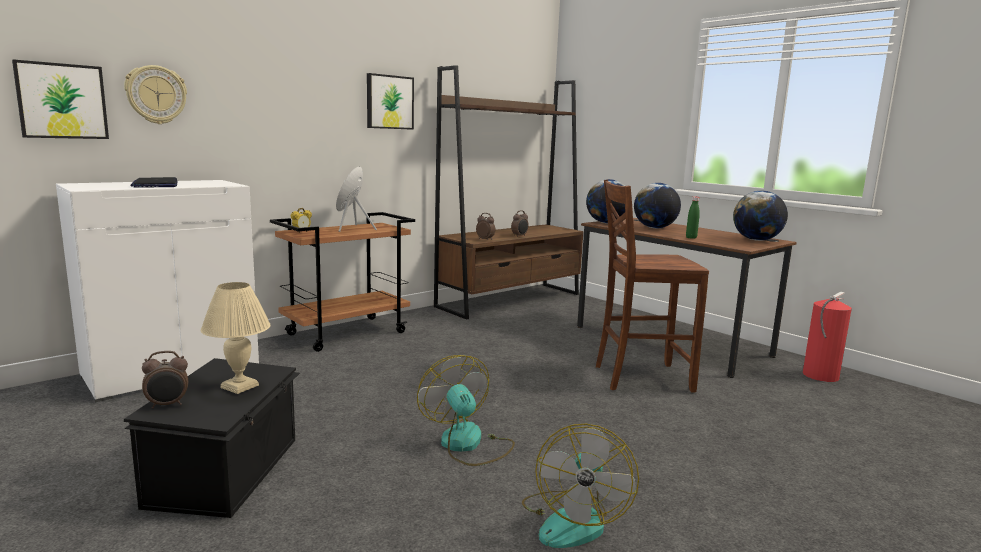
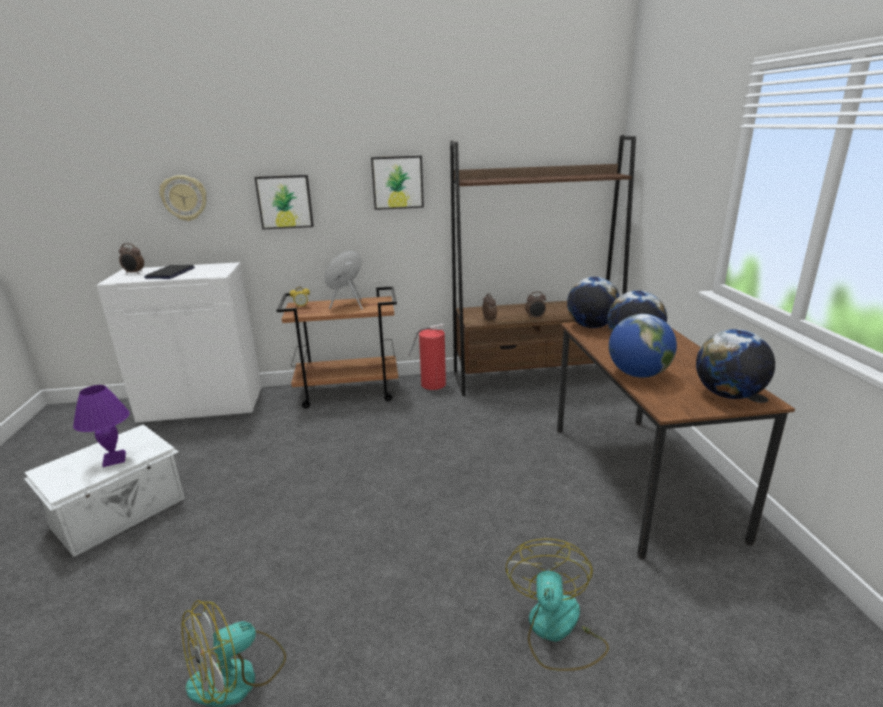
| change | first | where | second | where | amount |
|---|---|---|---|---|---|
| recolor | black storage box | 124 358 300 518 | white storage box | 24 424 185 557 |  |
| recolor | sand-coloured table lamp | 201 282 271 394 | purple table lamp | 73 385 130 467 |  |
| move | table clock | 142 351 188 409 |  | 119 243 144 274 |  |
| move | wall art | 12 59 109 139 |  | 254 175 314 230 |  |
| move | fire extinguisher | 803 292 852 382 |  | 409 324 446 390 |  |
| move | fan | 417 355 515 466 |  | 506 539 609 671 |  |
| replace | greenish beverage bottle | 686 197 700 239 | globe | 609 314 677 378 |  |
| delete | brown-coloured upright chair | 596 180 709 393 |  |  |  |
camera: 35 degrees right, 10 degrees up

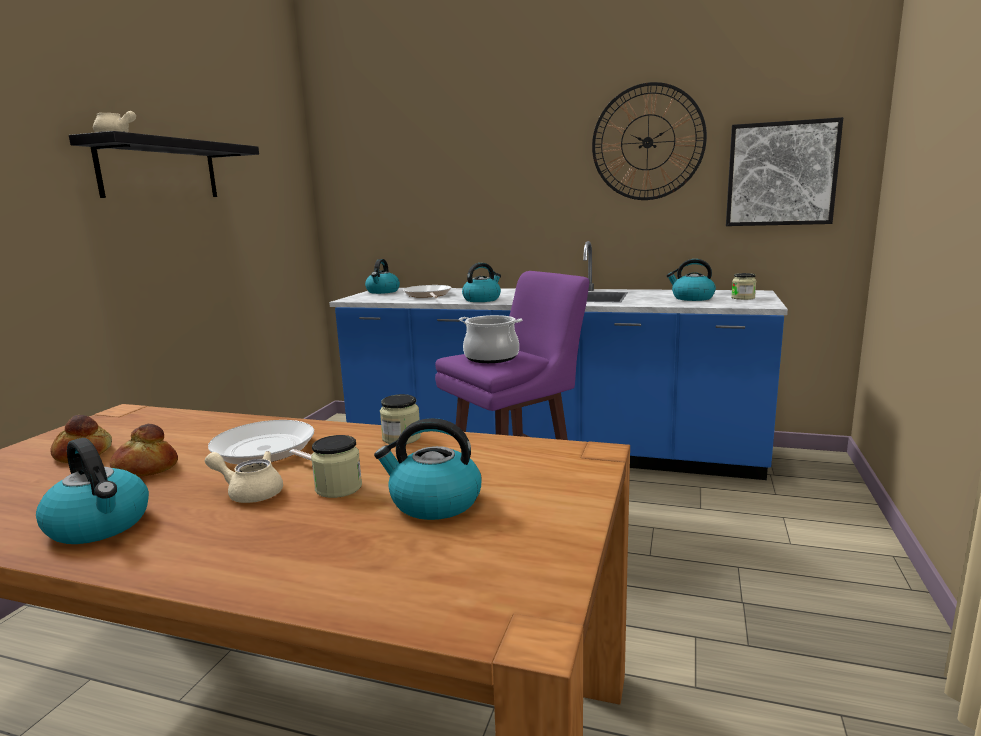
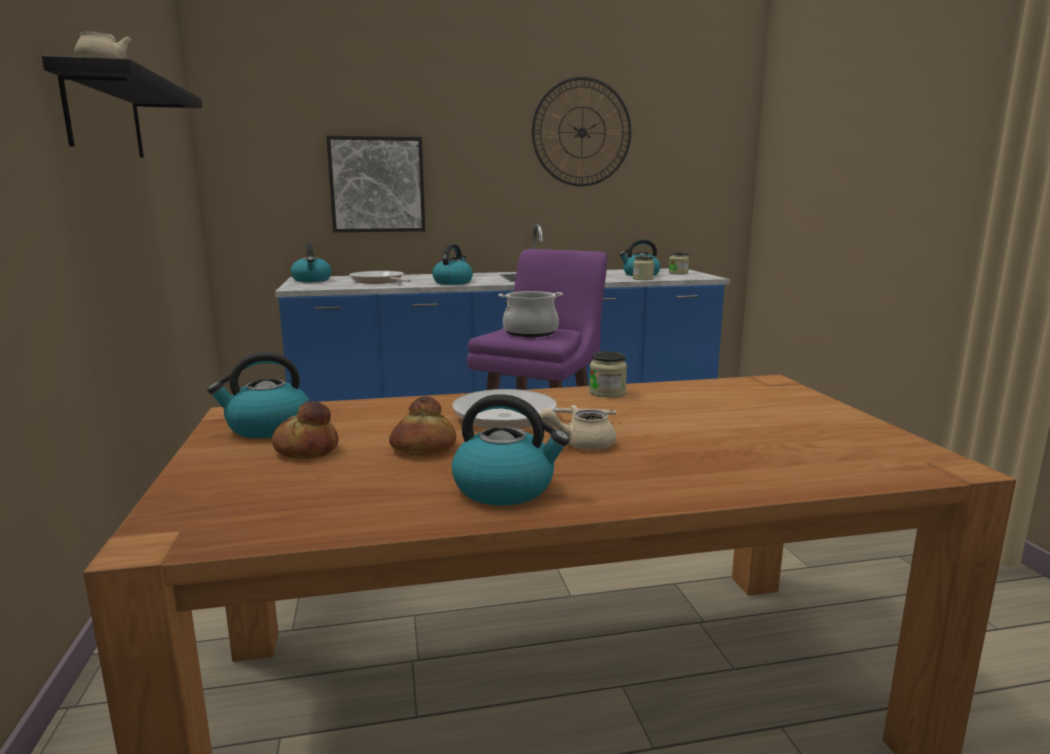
| change | first | where | second | where | amount |
|---|---|---|---|---|---|
| move | tea kettle | 374 418 482 520 |  | 207 352 309 438 |  |
| move | wall art | 726 117 843 226 |  | 326 136 425 232 |  |
| move | storage jar | 311 435 362 498 |  | 633 256 654 280 |  |
camera: 30 degrees left, 0 degrees up

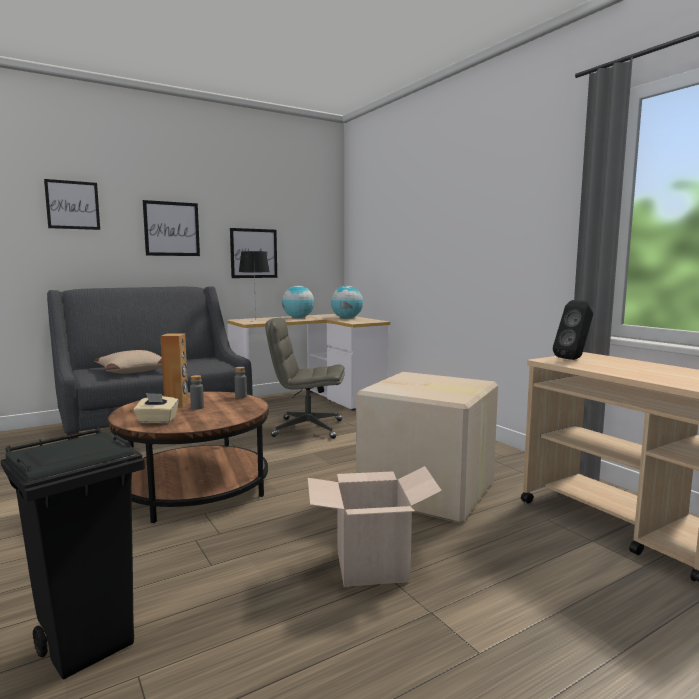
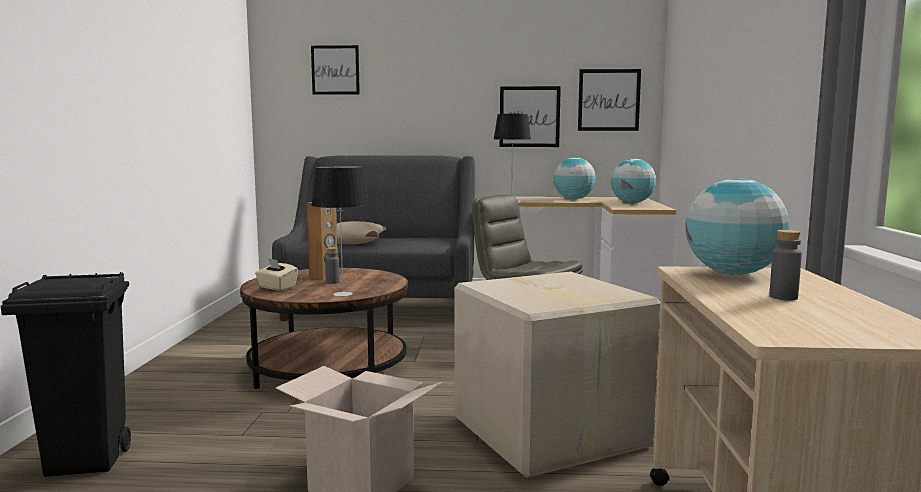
| change | first | where | second | where | amount |
|---|---|---|---|---|---|
| insert |  |  | table lamp | 311 166 369 297 |  |
| move | wall art | 143 200 200 256 |  | 578 69 641 131 |  |
| replace | black loudspeaker | 553 300 593 360 | globe | 685 178 789 275 |  |
| move | grey beverage bottle | 234 367 247 398 |  | 769 230 802 300 |  |
camera: 35 degrees right, 0 degrees up

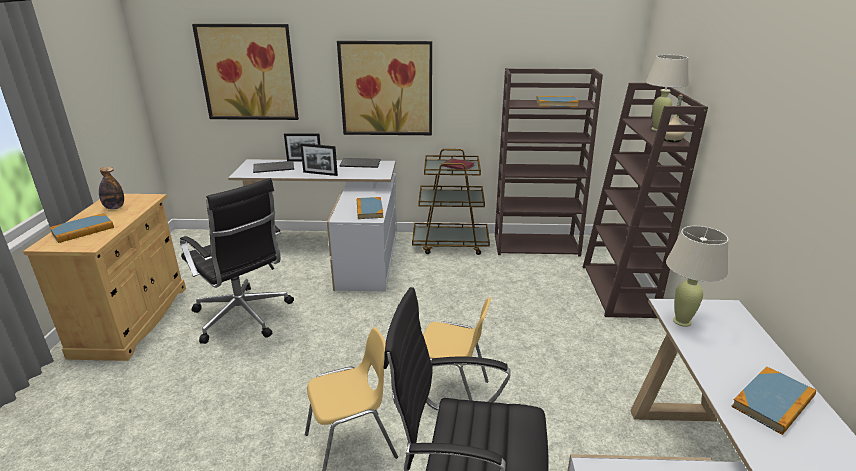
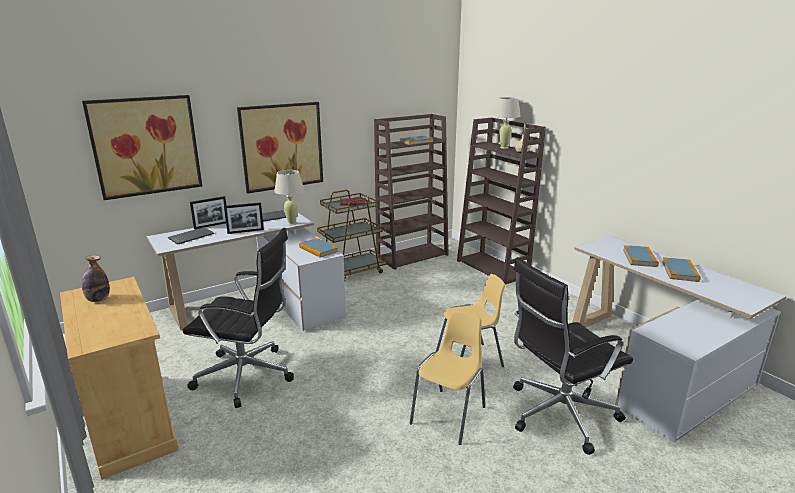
| change | first | where | second | where | amount |
|---|---|---|---|---|---|
| move | sand-coloured table lamp | 666 226 728 327 |  | 274 170 304 225 |  |
| move | volume | 49 213 114 243 |  | 623 245 659 267 |  |
camera: 35 degrees left, 5 degrees down

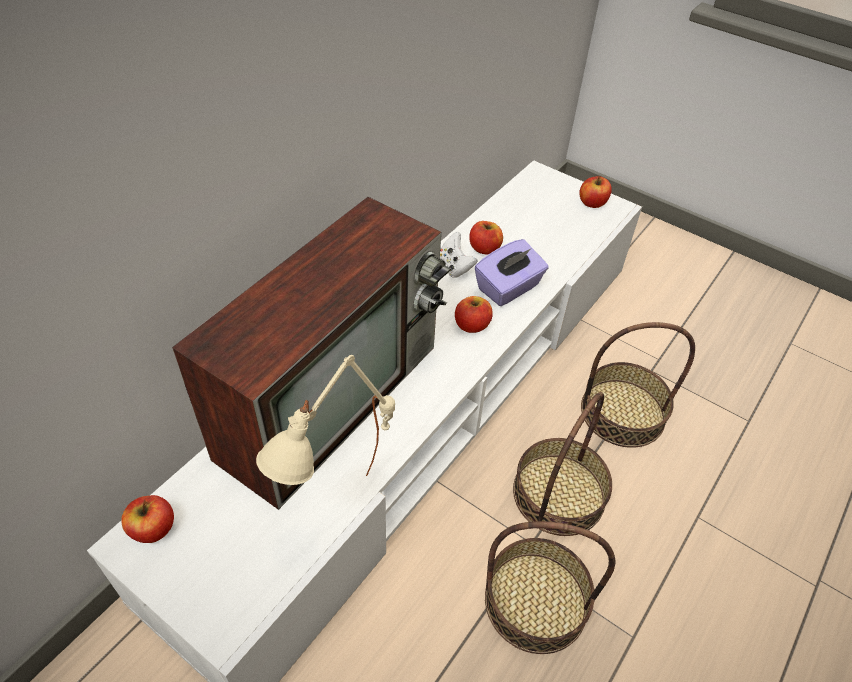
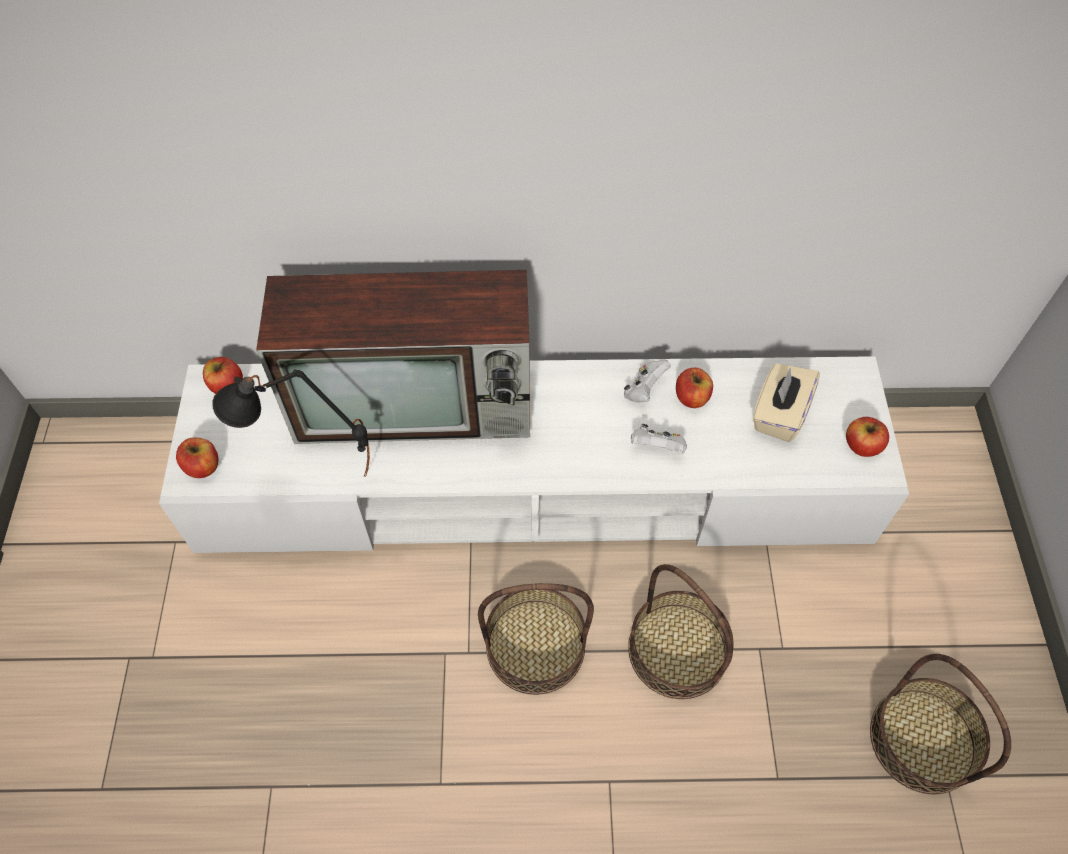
| change | first | where | second | where | amount |
|---|---|---|---|---|---|
| move | apple | 455 296 493 333 |  | 176 438 218 478 |  |
| recolor | sand-coloured table lamp | 256 355 395 485 | black table lamp | 213 369 370 477 |  |
| replace | purple tissue box | 475 239 549 306 | white gamepad | 631 424 687 453 |  |
| insert |  |  | sand-coloured tissue box | 753 363 820 442 |  |
| move | basket | 485 521 615 654 |  | 870 654 1011 794 |  |
camera: 55 degrees right, 10 degrees up

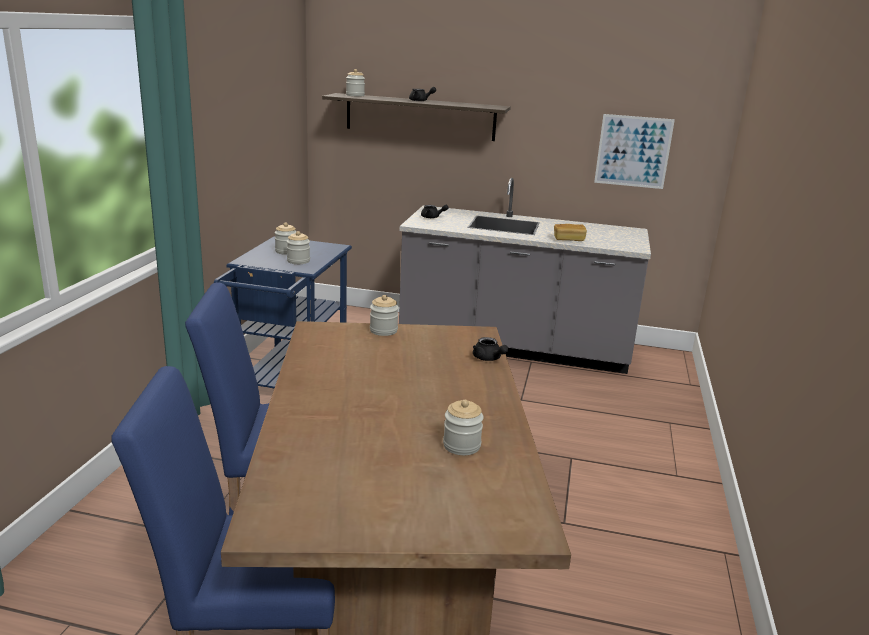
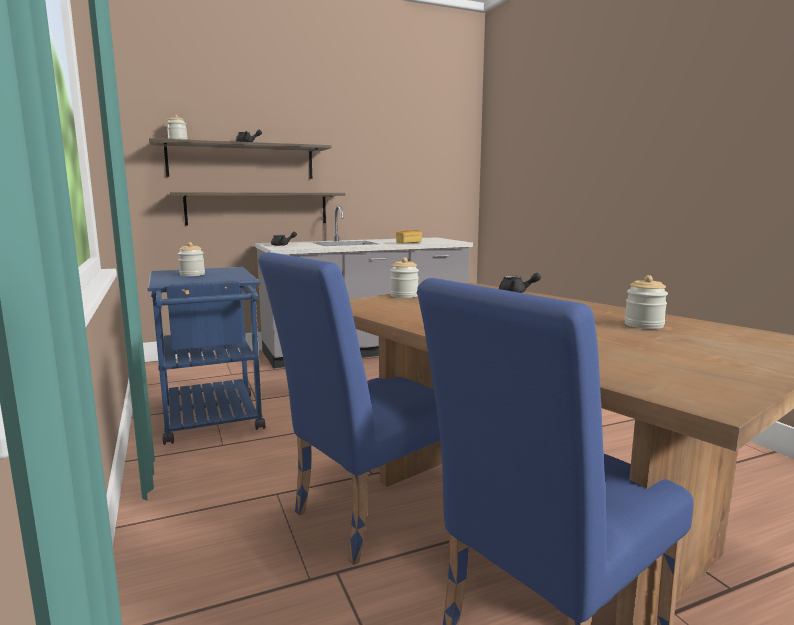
| change | first | where | second | where | amount |
|---|---|---|---|---|---|
| insert |  |  | shelf | 169 192 345 226 |  |
| delete | storage jar | 286 231 310 264 |  |  |  |
| delete | wall art | 594 114 675 189 |  |  |  |
camera: 35 degrees left, 10 degrees down

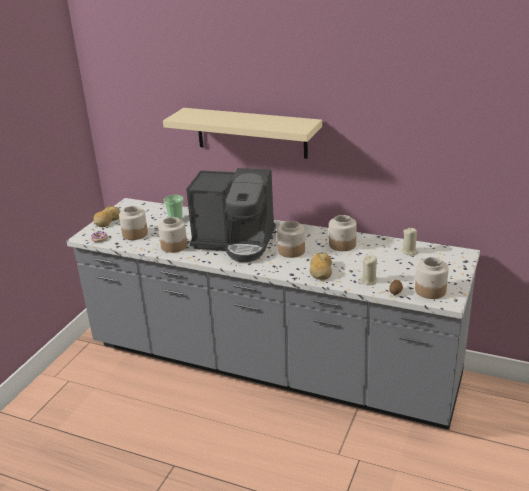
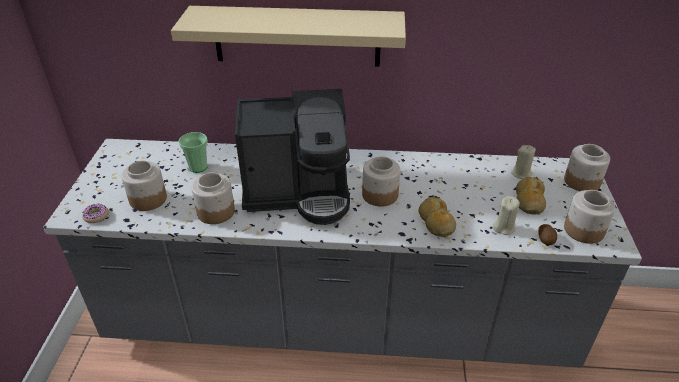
| change | first | where | second | where | amount |
|---|---|---|---|---|---|
| move | bakery bread | 93 206 121 227 |  | 516 177 546 215 |  |
| move | storage jar | 329 215 357 251 |  | 564 144 610 191 |  |
camera: 20 degrees left, 10 degrees up

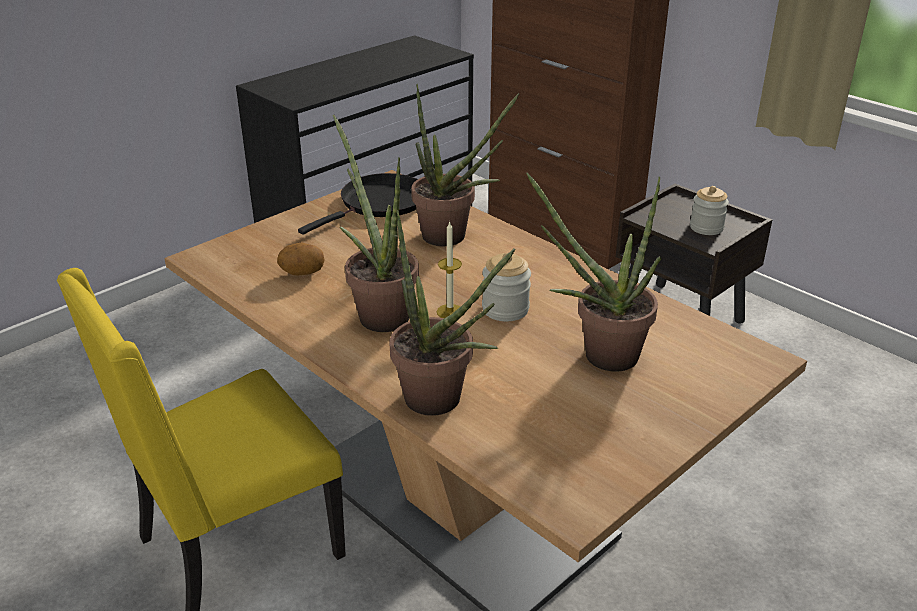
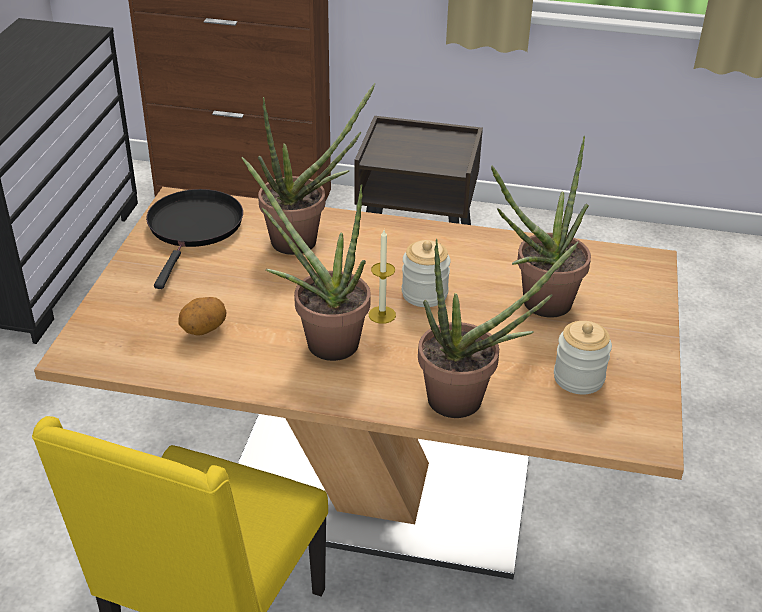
| change | first | where | second | where | amount |
|---|---|---|---|---|---|
| move | storage jar | 690 186 729 235 |  | 554 321 612 394 |  |
camera: 35 degrees left, 5 degrees up

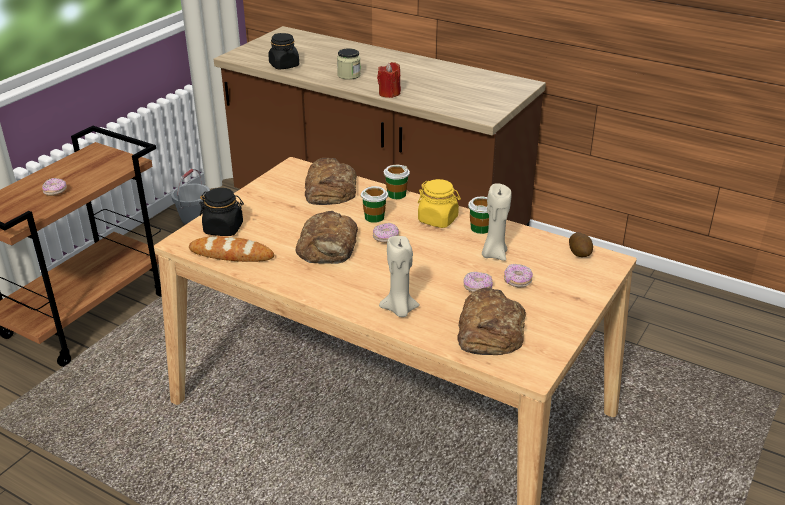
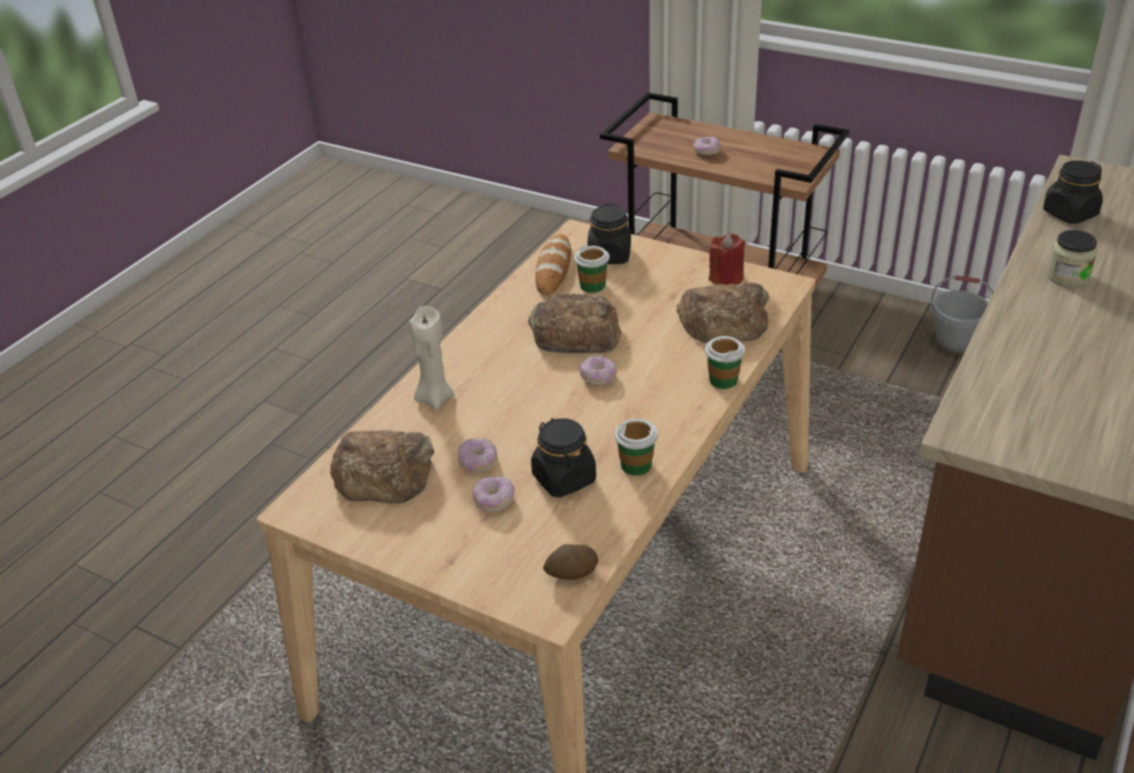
| change | first | where | second | where | amount |
|---|---|---|---|---|---|
| replace | sand-coloured wax light | 482 183 512 261 | black storage jar | 531 418 596 497 |  |
| move | small cup | 361 186 388 223 |  | 574 245 609 293 |  |
| move | red wax light | 377 62 401 98 |  | 709 233 745 285 |  |
| delete | yellow storage jar | 418 179 461 228 |  |  |  |
camera: 90 degrees right, 5 degrees up

